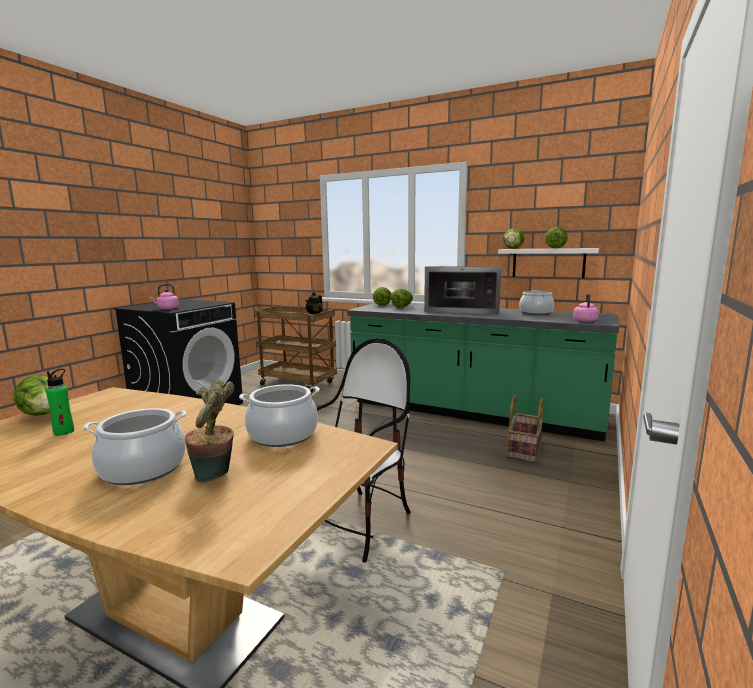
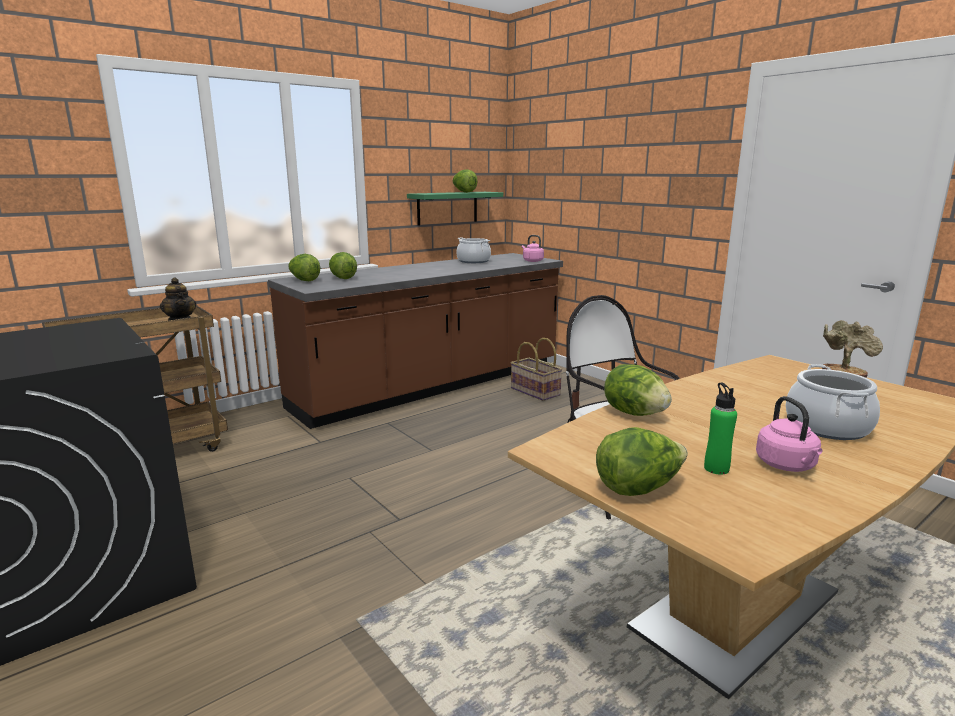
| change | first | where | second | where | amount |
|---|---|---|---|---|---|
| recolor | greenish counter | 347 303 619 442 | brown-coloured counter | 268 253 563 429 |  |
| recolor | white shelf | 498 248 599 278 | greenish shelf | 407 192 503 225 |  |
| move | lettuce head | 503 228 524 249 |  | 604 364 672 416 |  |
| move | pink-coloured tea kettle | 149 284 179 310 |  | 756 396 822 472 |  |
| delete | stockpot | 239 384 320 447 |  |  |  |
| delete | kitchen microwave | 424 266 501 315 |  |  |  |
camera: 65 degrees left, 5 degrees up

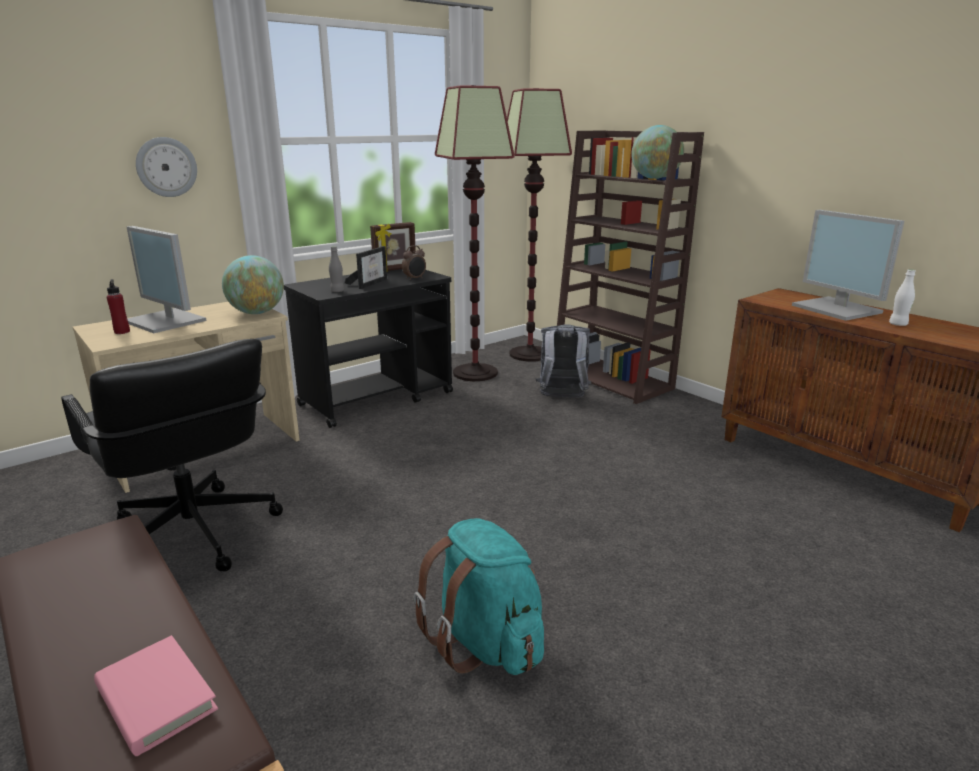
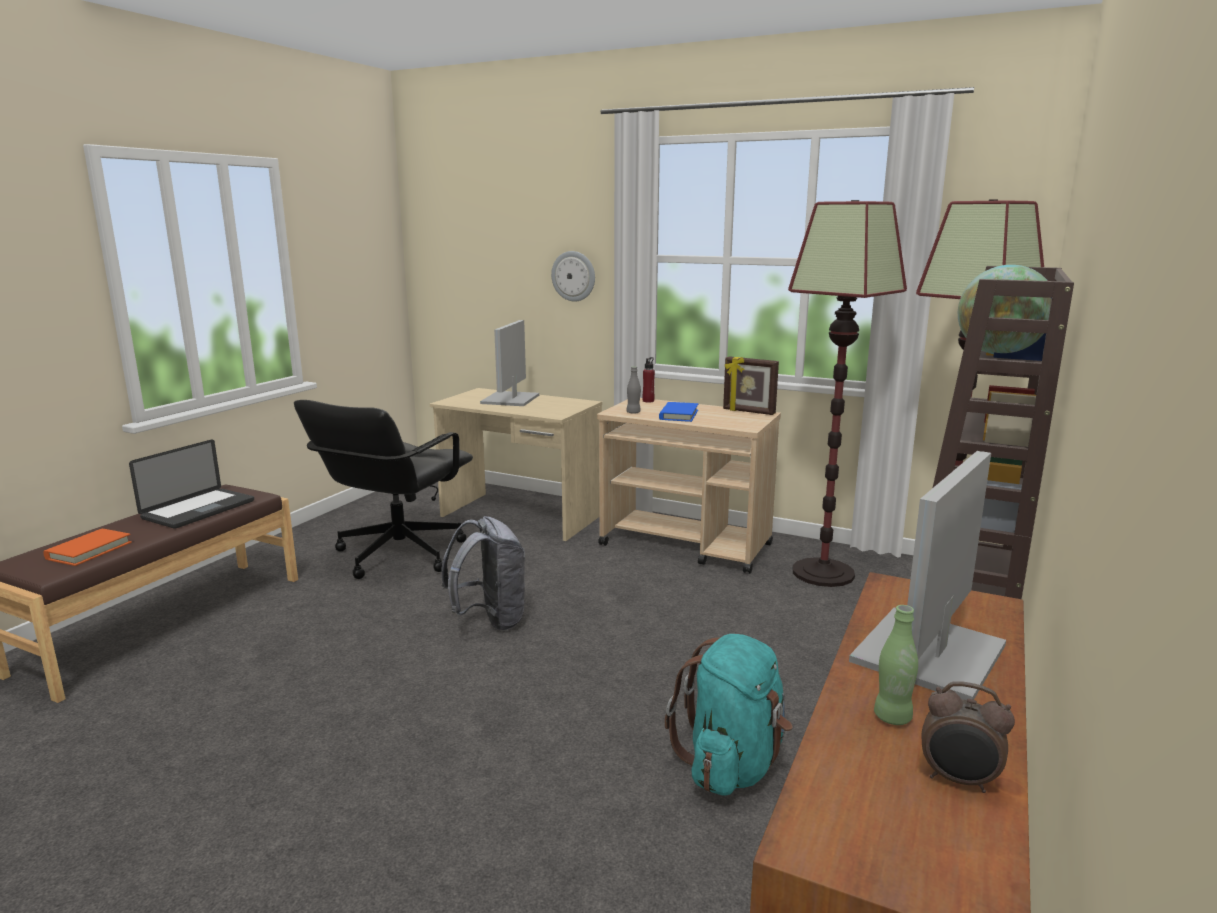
| change | first | where | second | where | amount |
|---|---|---|---|---|---|
| recolor | pink-coloured volume | 94 635 218 756 | orange volume | 43 529 132 566 |  |
| insert |  |  | portable computer | 129 439 254 529 |  |
| move | grey knapsack | 536 325 591 398 |  | 441 516 526 631 |  |
| recolor | black wheeled cart | 284 269 453 428 | sand-coloured wheeled cart | 597 398 781 574 |  |
| move | red beverage bottle | 107 279 130 334 |  | 642 357 655 402 |  |
| replace | picture frame | 345 246 387 289 | blue-coloured volume | 659 402 698 422 |  |
| move | blue-green knapsack | 413 518 544 675 |  | 665 634 793 796 |  |
| recolor | white beverage bottle | 889 269 916 326 | greenish beverage bottle | 874 605 918 725 |  |
| move | table clock | 402 245 426 280 |  | 921 681 1015 793 |  |
| delete | globe | 222 255 284 314 |  |  |  |
camera: 65 degrees right, 5 degrees down

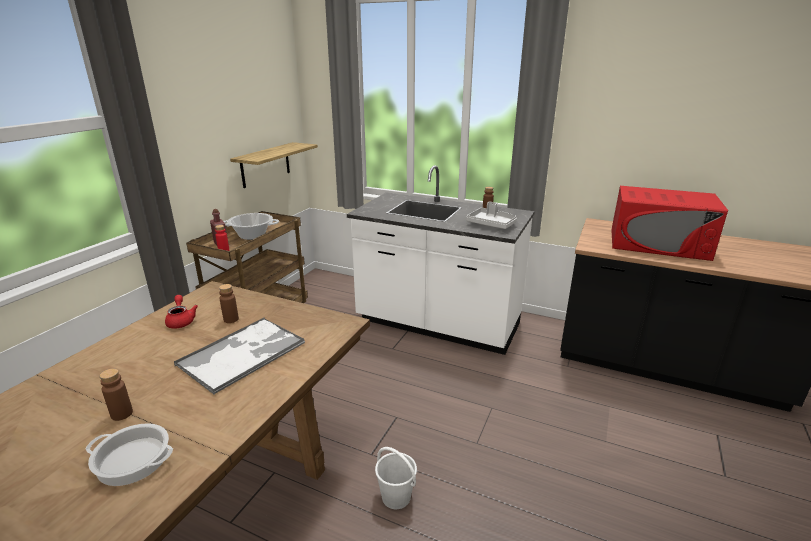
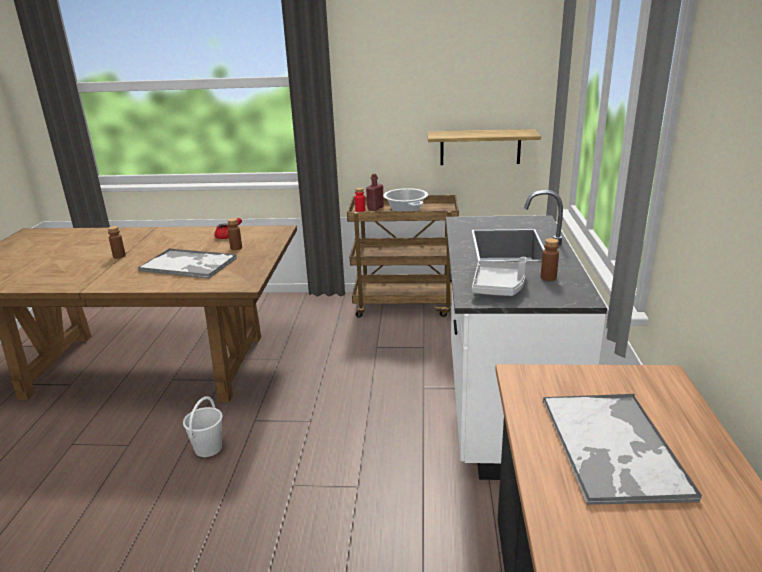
| change | first | where | second | where | amount |
|---|---|---|---|---|---|
| replace | red kitchen microwave | 611 186 728 261 | tray | 543 393 702 506 |  |
| delete | stockpot | 85 423 173 486 |  |  |  |
camera: 70 degrees right, 0 degrees up

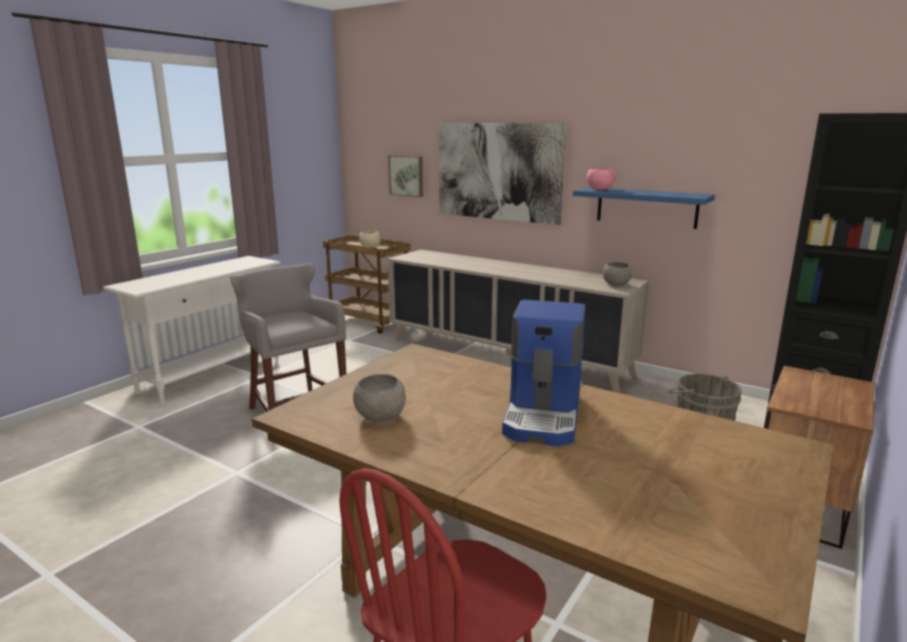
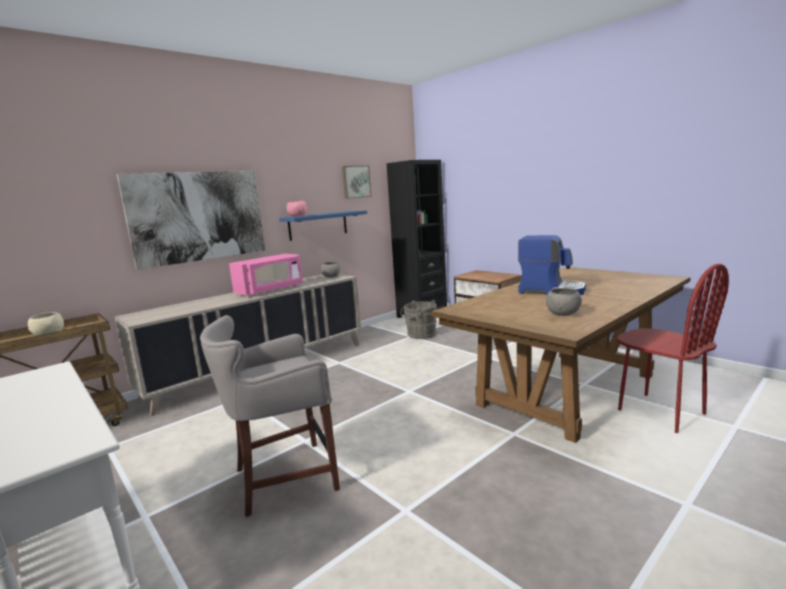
| change | first | where | second | where | amount |
|---|---|---|---|---|---|
| insert |  |  | pink-coloured kitchen microwave | 229 254 303 296 |  |
| move | wall art | 388 155 423 197 |  | 342 166 372 199 |  |
camera: 75 degrees left, 5 degrees down

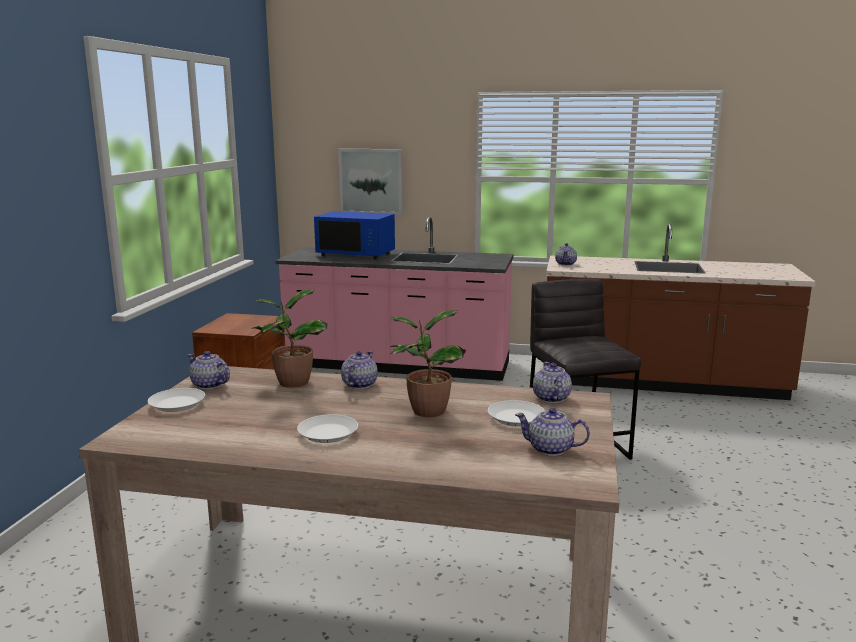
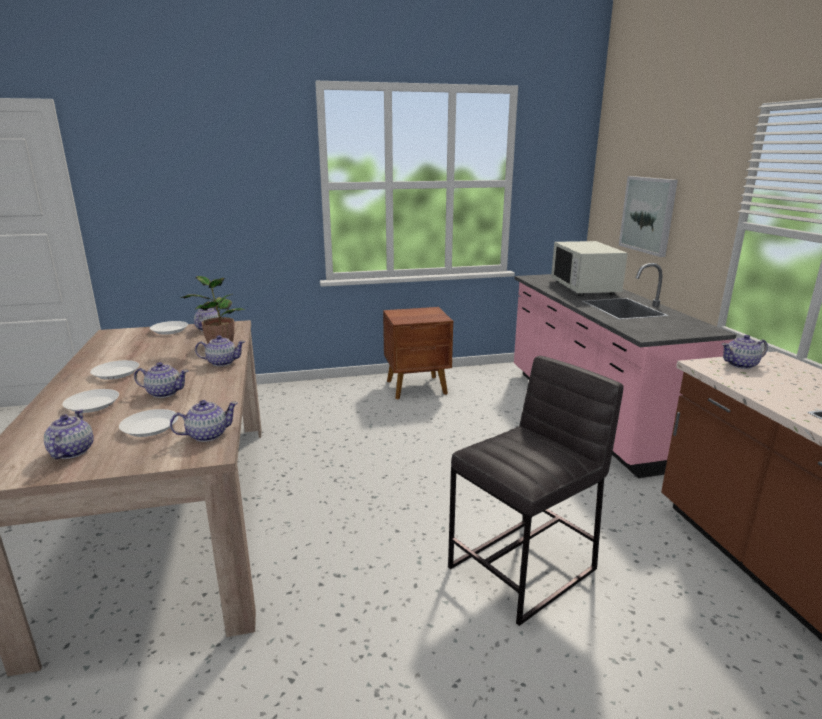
| change | first | where | second | where | amount |
|---|---|---|---|---|---|
| insert |  |  | white flat dish | 63 389 119 413 |  |
| replace | houseplant | 390 310 466 417 | pot for tea | 134 362 188 398 |  |
| recolor | blue-coloured kitchen microwave | 314 211 395 259 | white kitchen microwave | 551 241 628 296 |  |
camera: 65 degrees right, 5 degrees up

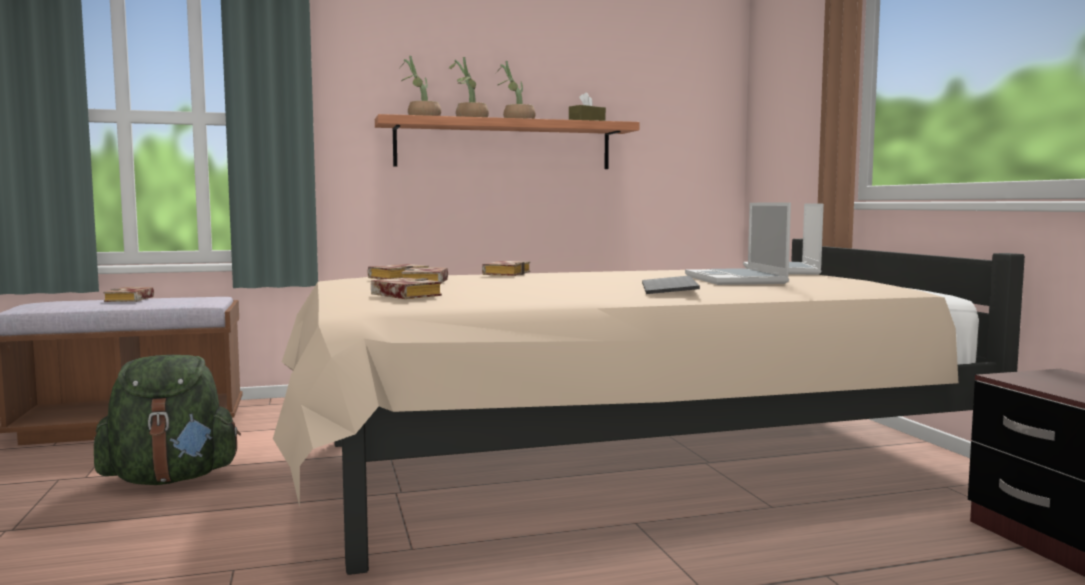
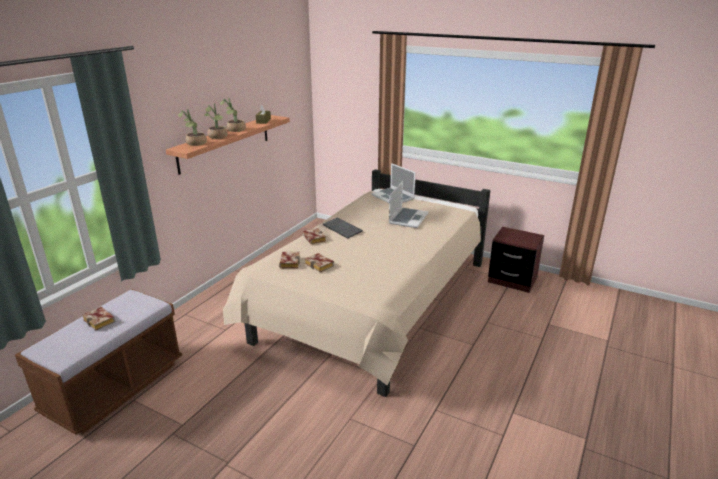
| change | first | where | second | where | amount |
|---|---|---|---|---|---|
| move | keyboard | 642 276 700 294 |  | 323 217 363 239 |  |
| rotate | portable computer | 685 202 791 285 |  | 389 181 428 228 | 105 degrees counterclockwise |
| delete | greenish knapsack | 94 355 241 485 |  |  |  |
| delete | volume | 371 278 442 299 |  |  |  |
camera: 45 degrees left, 20 degrees up

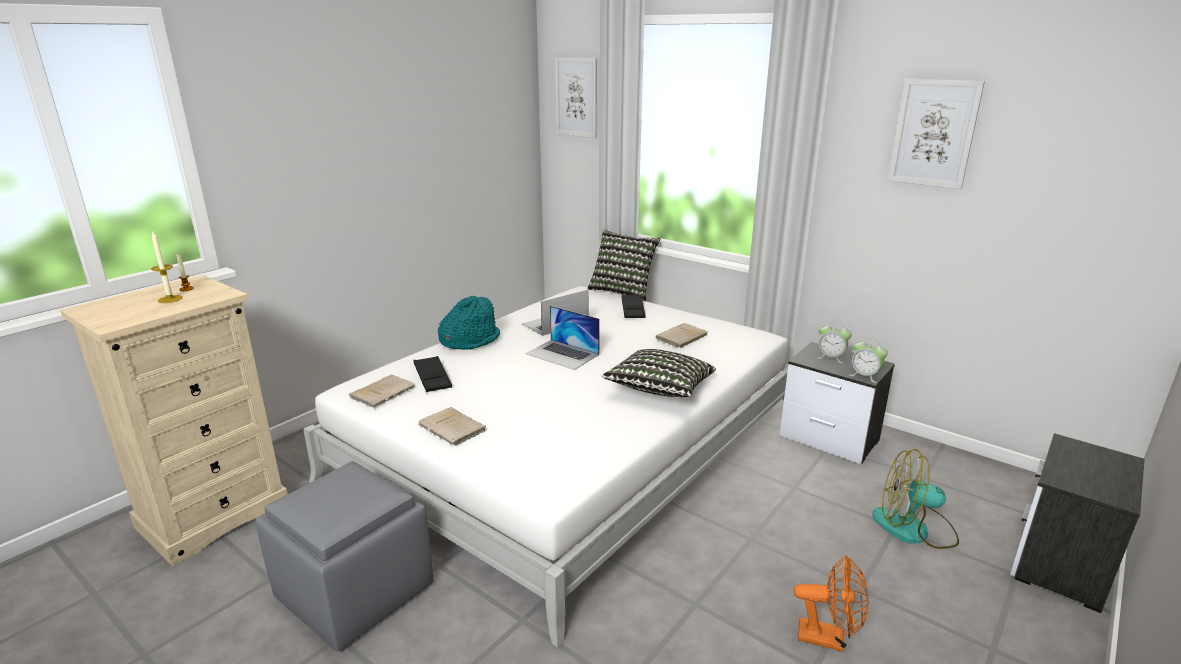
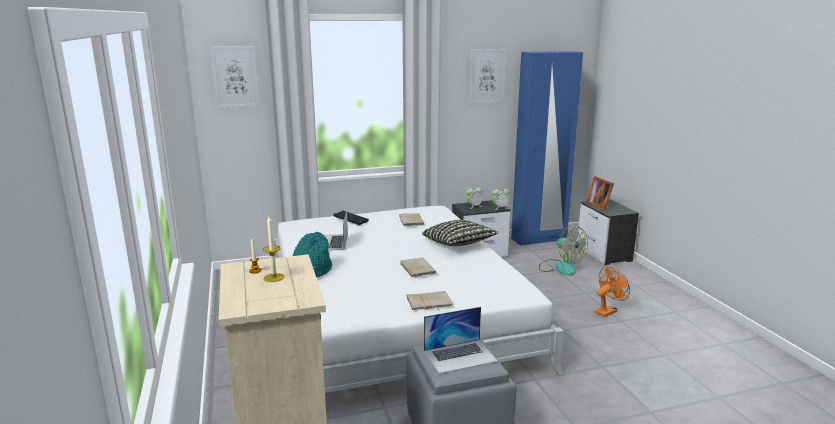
| change | first | where | second | where | amount |
|---|---|---|---|---|---|
| move | sand-coloured volume | 349 375 415 408 |  | 400 258 436 277 |  |
| move | portable computer | 525 306 600 370 |  | 424 307 498 374 |  |
| insert |  |  | blue-coloured armoire | 511 51 583 246 |  |
| rotate | fan | 872 449 959 549 |  | 539 225 588 276 | 90 degrees counterclockwise |
| insert |  |  | picture frame | 586 176 614 211 |  |
| delete | black tray | 413 356 452 392 |  |  |  |
| delete | pillow | 587 229 661 301 |  |  |  |
camera: 55 degrees left, 5 degrees down

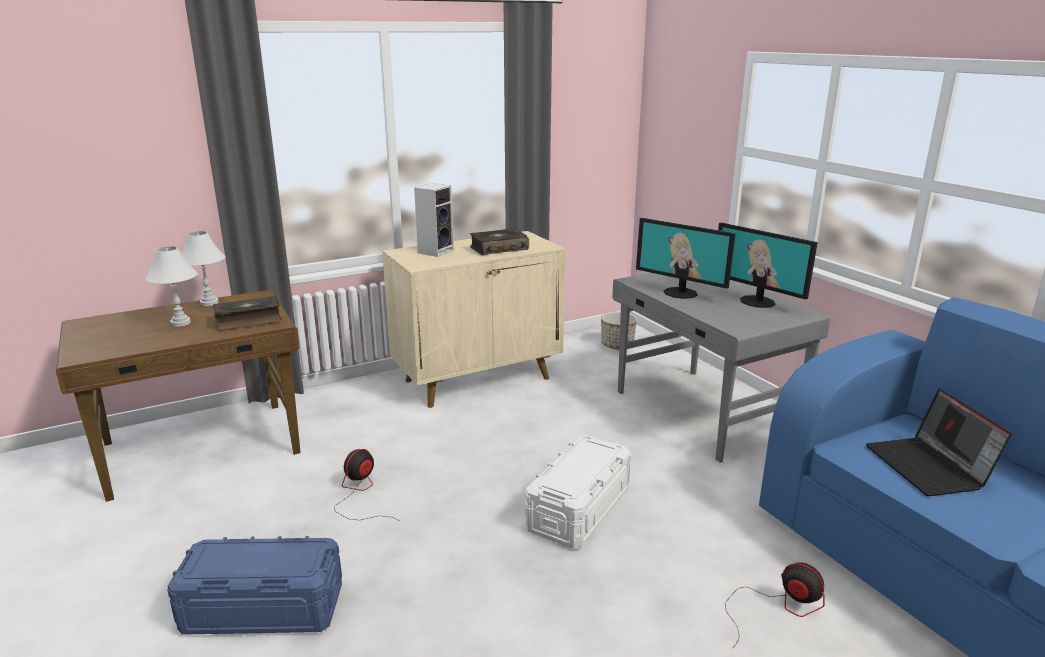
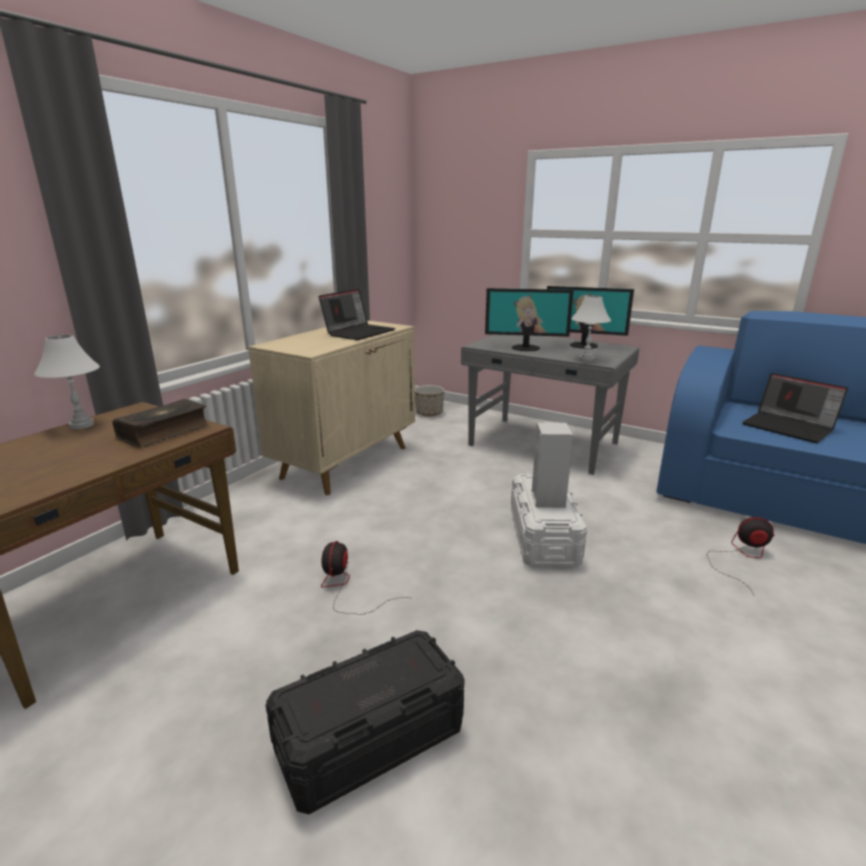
| change | first | where | second | where | amount |
|---|---|---|---|---|---|
| recolor | blue-coloured storage box | 167 536 342 634 | black storage box | 266 630 464 814 |  |
| replace | volume | 470 228 529 255 | portable computer | 319 289 395 340 |  |
| move | loudspeaker | 414 183 454 257 |  | 532 422 573 508 |  |
| move | white table lamp | 146 246 198 327 |  | 571 295 611 361 |  |
camera: 30 degrees left, 0 degrees up

